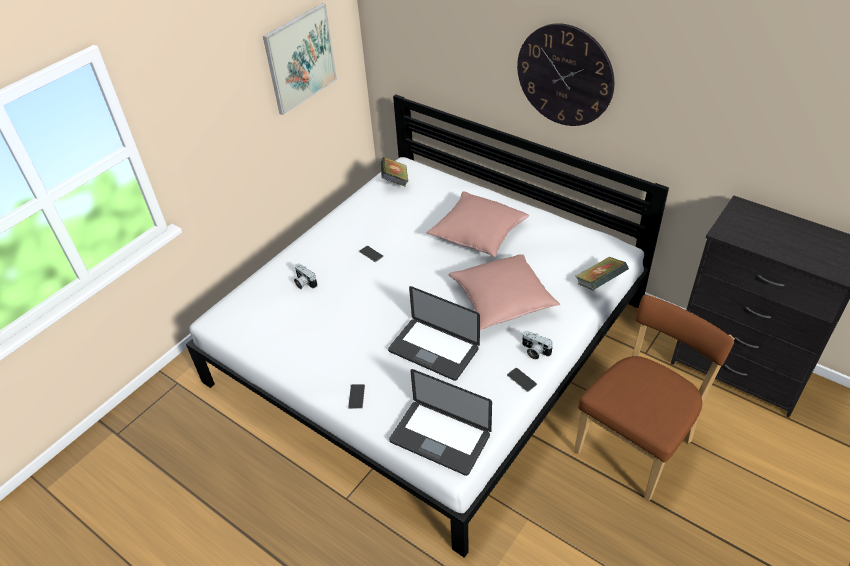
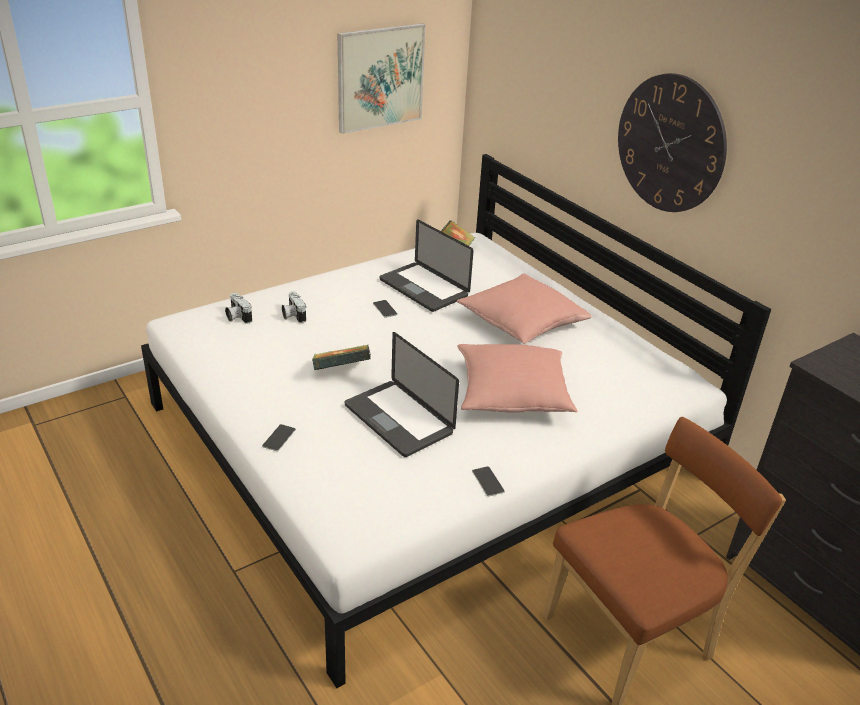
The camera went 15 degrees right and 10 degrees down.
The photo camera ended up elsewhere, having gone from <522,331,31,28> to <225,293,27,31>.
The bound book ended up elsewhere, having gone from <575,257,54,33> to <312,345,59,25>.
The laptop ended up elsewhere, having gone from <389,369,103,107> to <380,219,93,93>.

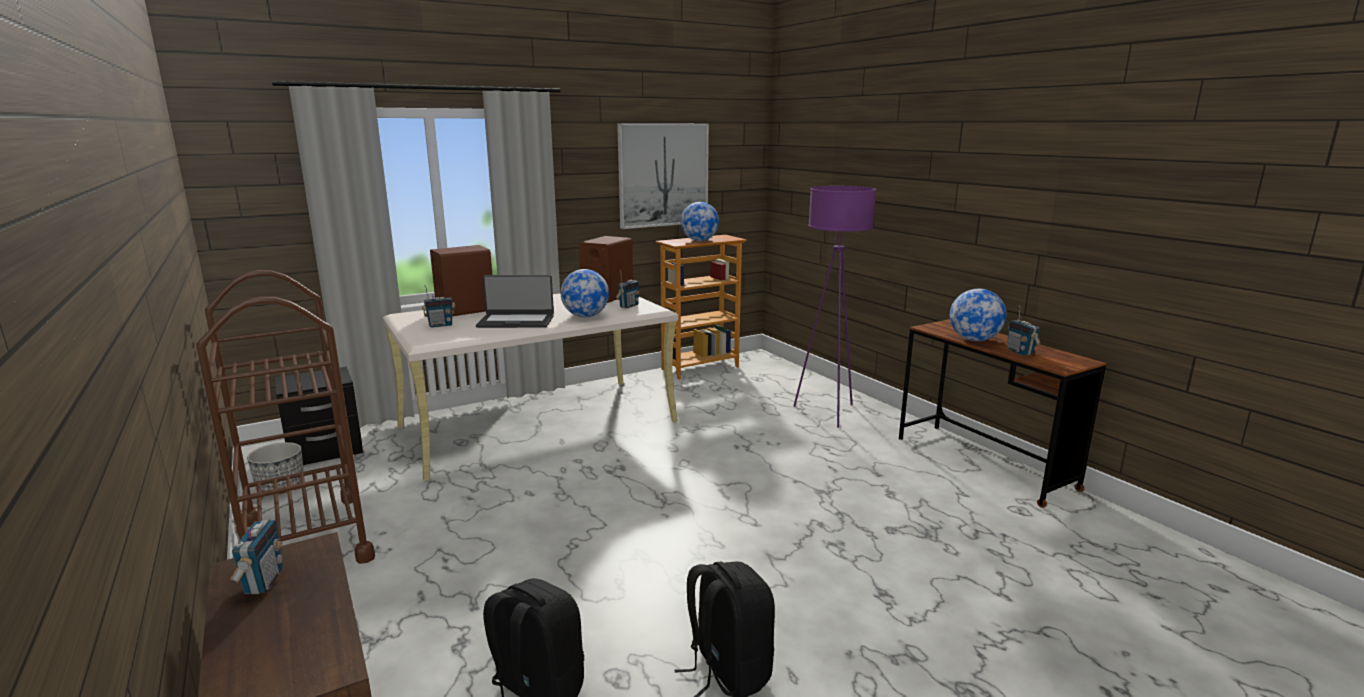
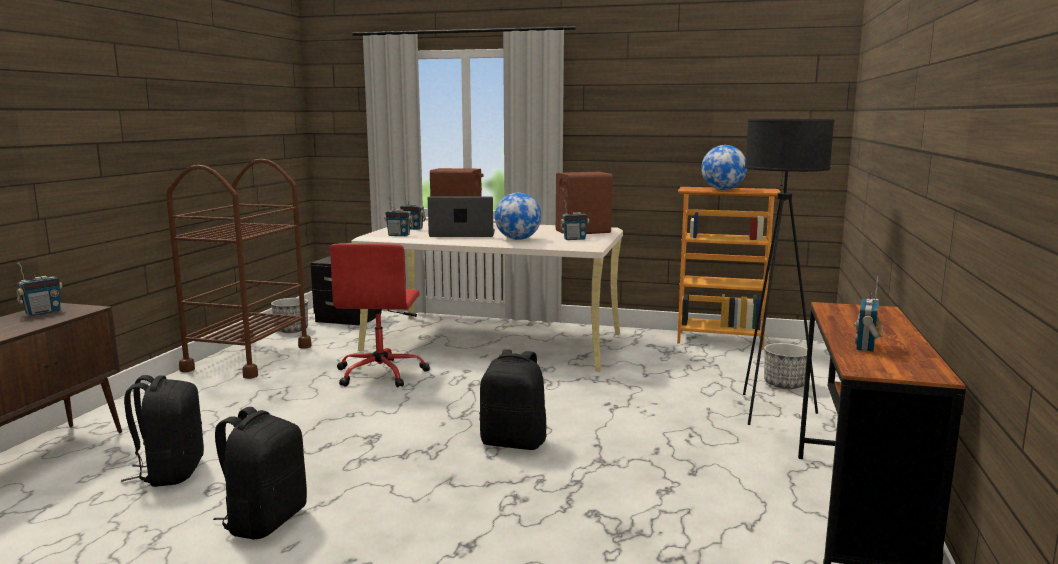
The camera went 45 degrees right and 5 degrees down.
The second view gained the office chair (reddish) at <329,243,101,145>.
The second view gained the radio at <384,198,29,38>.
The laptop at <476,275,78,53> ended up facing another way, 135 degrees clockwise from before.
The second view gained the rucksack (blackish) at <479,349,68,101>.
What was the standard lamp (purplish) at <794,186,82,242> turned into the standard lamp (blackish) at <743,119,92,306>.
The second view gained the planter at <764,343,43,46>.
The second view lost the picture at <617,123,92,106>.
The second view lost the globe at <950,289,56,52>.

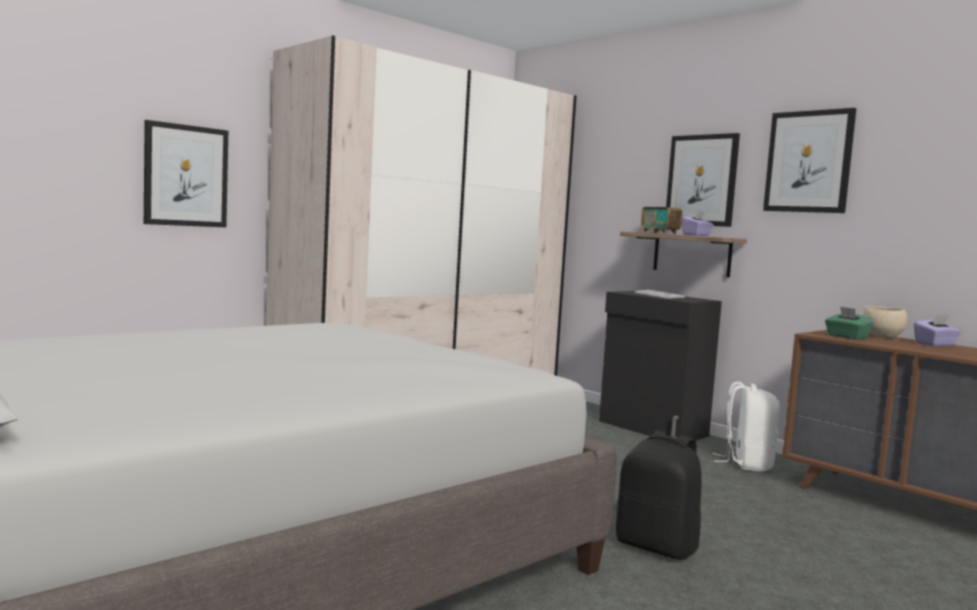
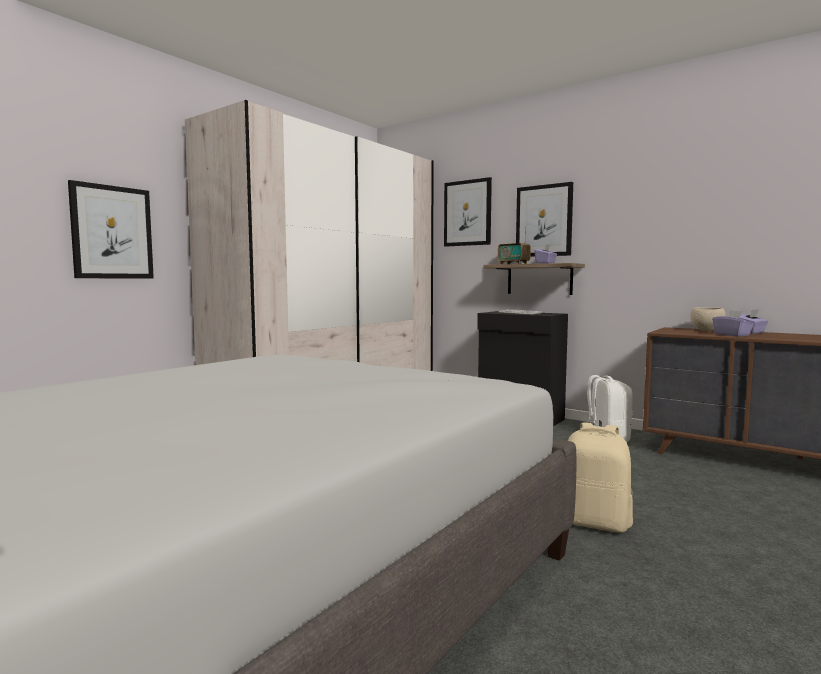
The camera went 10 degrees left and 0 degrees up.
The picture ended up elsewhere, having gone from <763,108,93,105> to <444,177,48,70>.
What was the rucksack (blackish) at <616,430,85,130> turned into the rucksack (sand-coloured) at <568,422,65,111>.
The second view gained the tissue holder (purplish) at <712,310,42,26>.
The second view lost the tissue holder (green-coloured) at <825,306,49,34>.

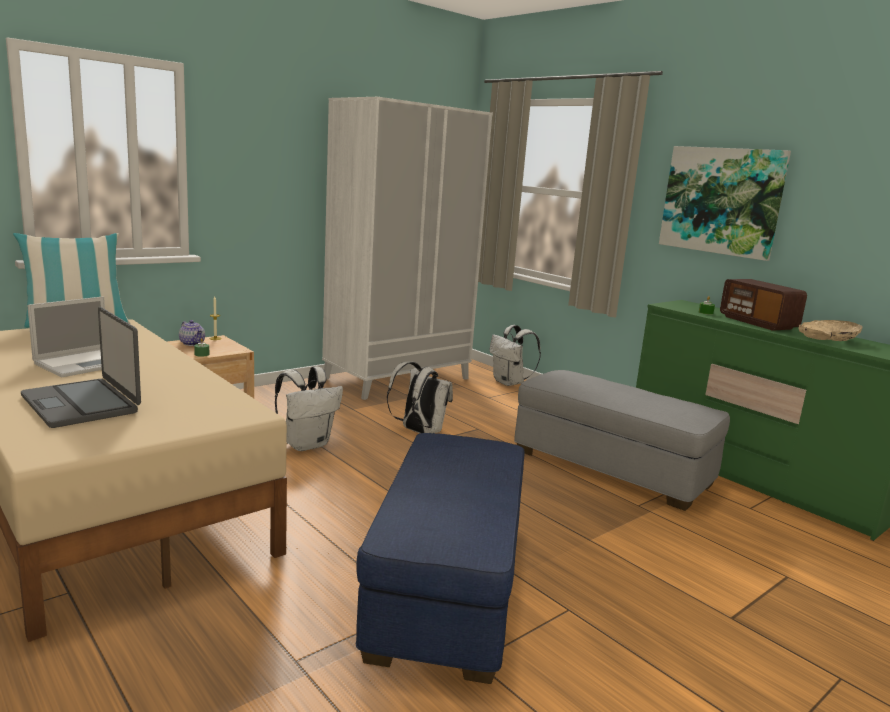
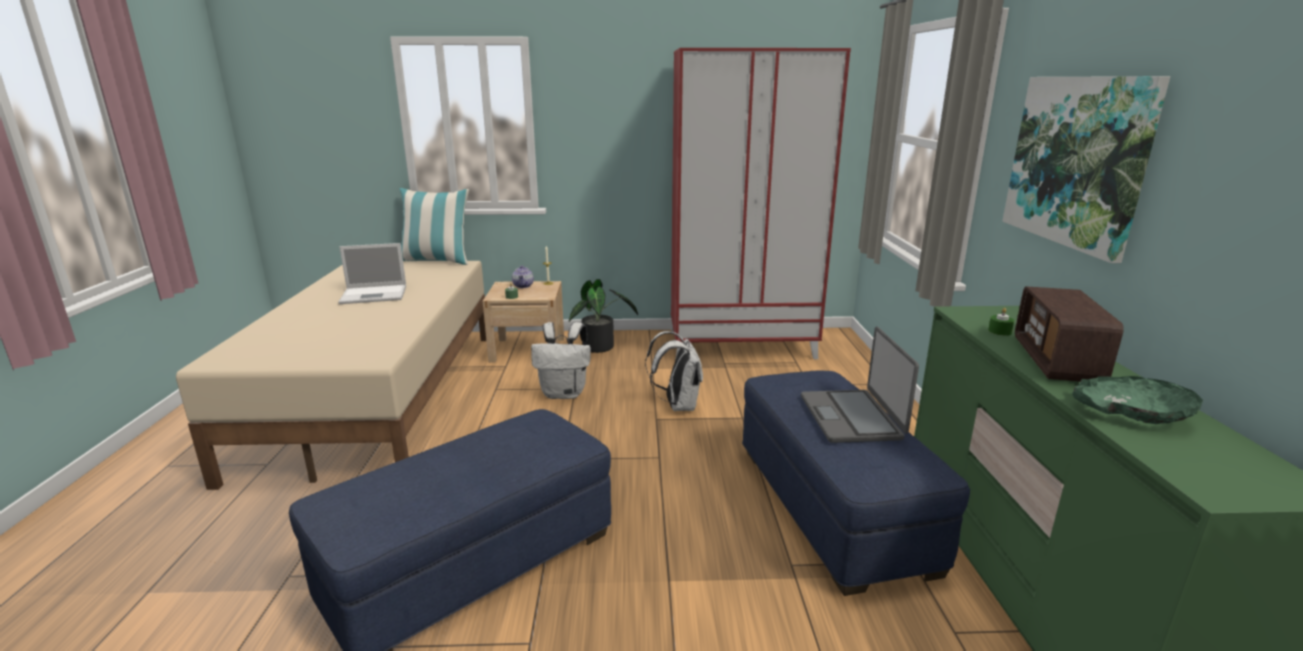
The camera went 40 degrees right and 5 degrees up.
The second view gained the houseplant at <569,279,69,74>.
What was the clothes cupboard (white) at <322,97,171,303> turned into the clothes cupboard (reddish) at <671,48,180,311>.
What was the pouffe (greyish) at <514,370,216,141> turned into the pouffe (blue) at <742,371,228,225>.
The laptop ended up elsewhere, having gone from <21,307,120,121> to <801,327,118,116>.
What was the deep dish (sand-coloured) at <798,320,65,21> turned into the deep dish (green-coloured) at <1072,376,131,48>.
The second view lost the rucksack (white) at <490,325,51,61>.

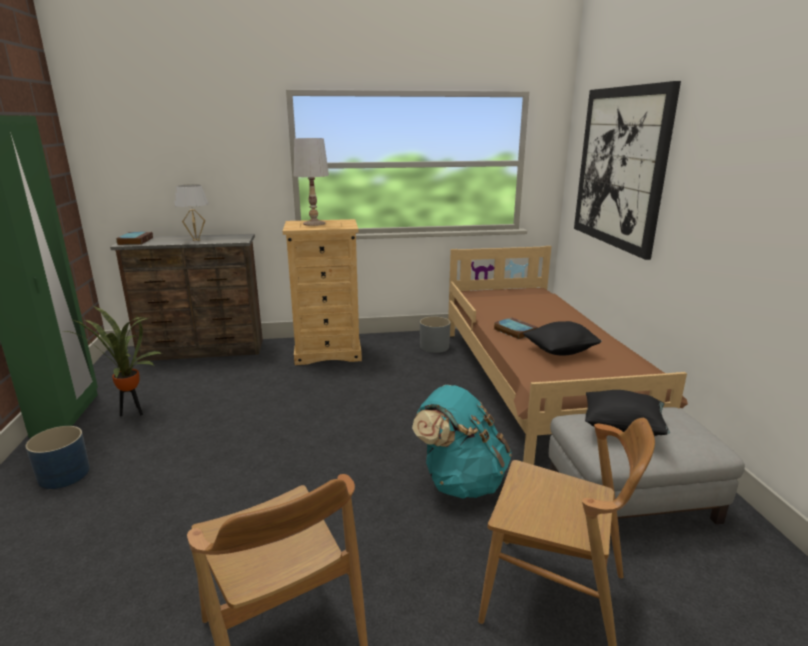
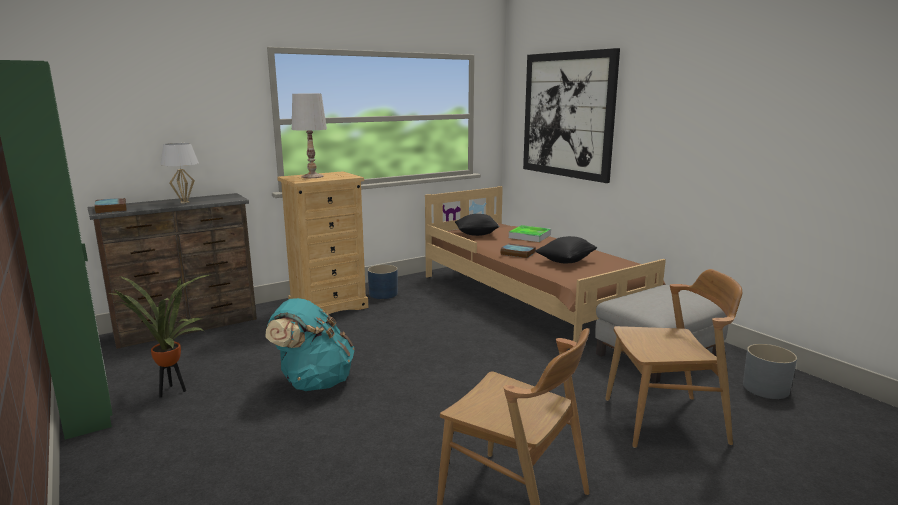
The camera went 25 degrees left and 5 degrees down.
The rucksack (blue-green) ended up elsewhere, having gone from <412,385,100,114> to <265,298,90,93>.
The planter (blue) ended up elsewhere, having gone from <25,426,65,63> to <368,265,30,34>.
The cushion (blackish) ended up elsewhere, having gone from <585,390,85,46> to <455,214,44,22>.
The second view gained the tray at <509,225,42,17>.
The planter (greyish) ended up elsewhere, having gone from <420,316,31,37> to <743,344,54,55>.

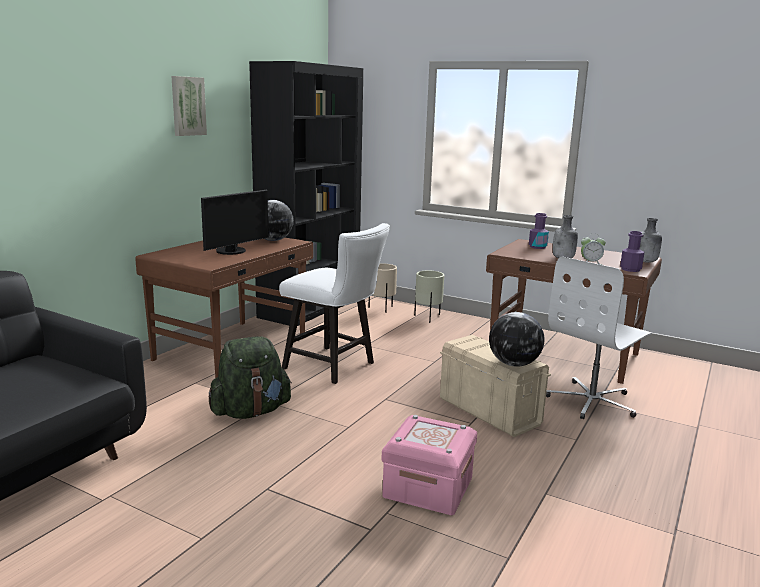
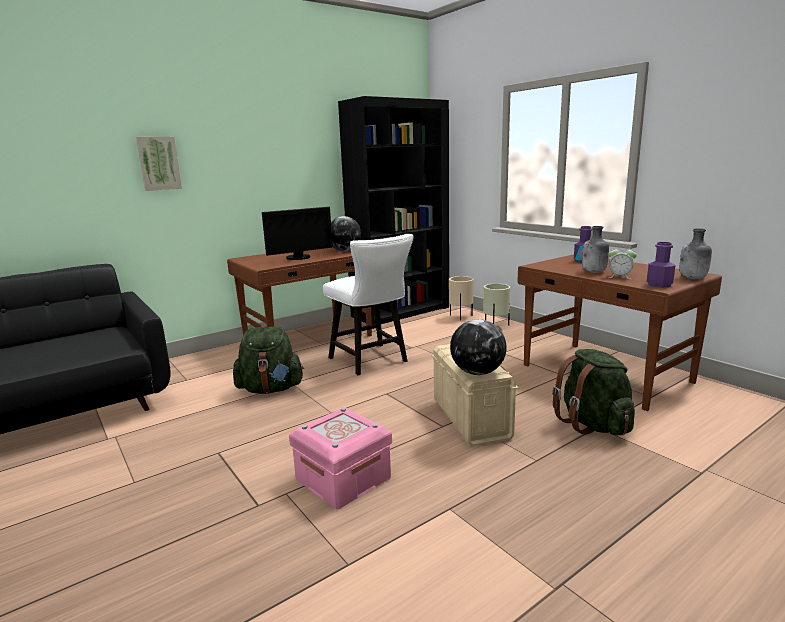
The camera went 25 degrees right and 0 degrees up.
The picture ended up elsewhere, having gone from <171,76,36,60> to <136,136,46,55>.
Where the office chair (white) stood at <546,256,106,163>, the rucksack (green-coloured) came to stand at <552,349,83,87>.

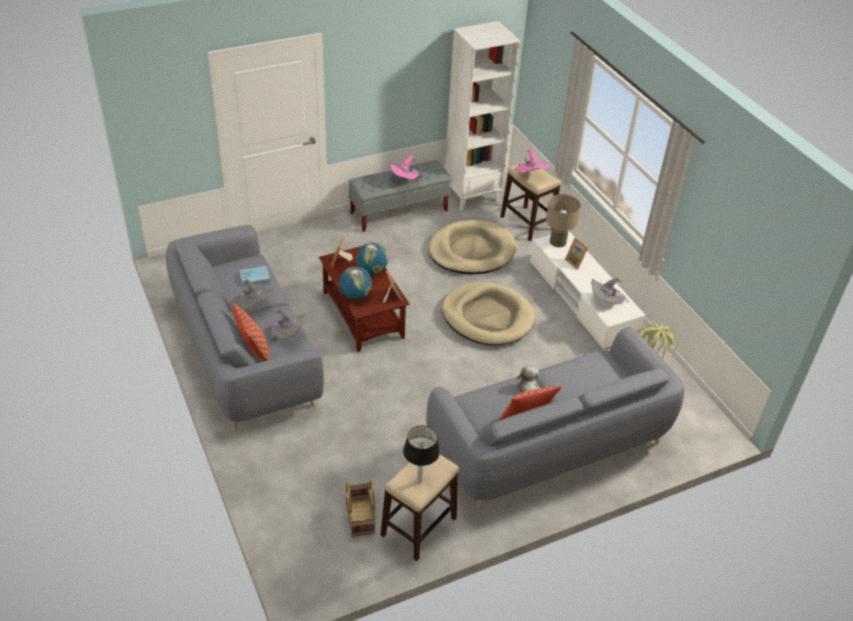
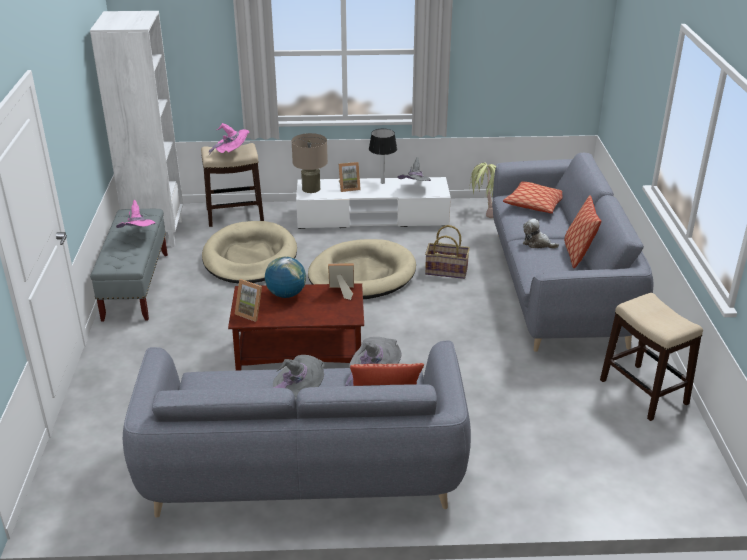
The camera went 65 degrees left and 10 degrees down.
The lamp for a table ended up elsewhere, having gone from <403,426,37,57> to <369,129,28,55>.
The storage basket ended up elsewhere, having gone from <345,480,31,57> to <425,225,45,54>.
The second view gained the cushion at <503,181,60,32>.
The second view lost the bound book (blue) at <240,266,30,20>.
The second view lost the globe at <339,267,33,32>.

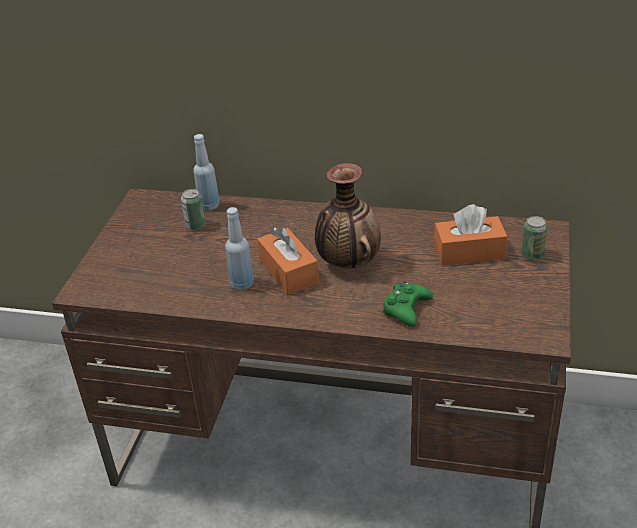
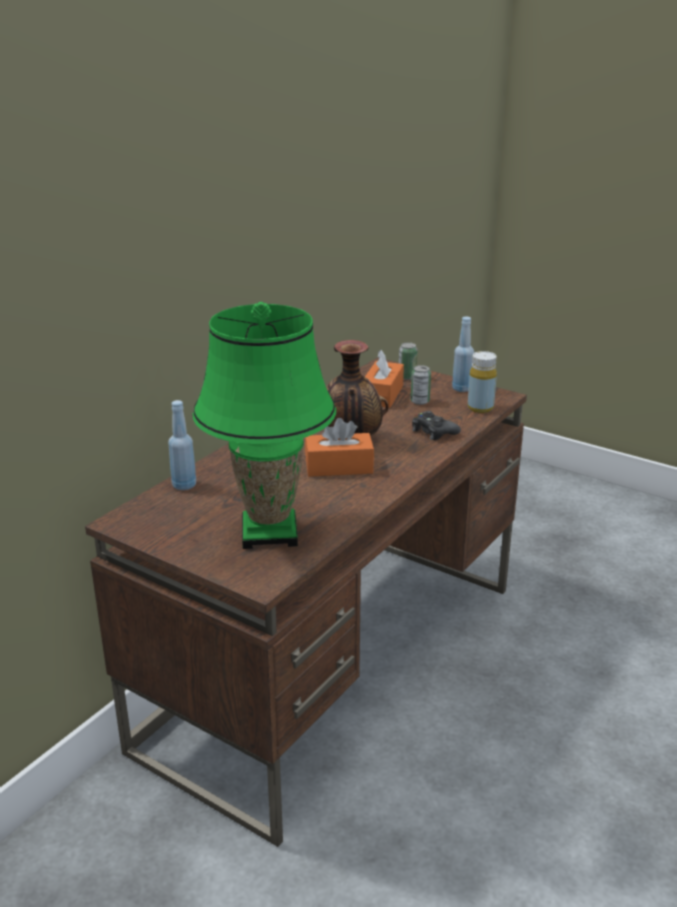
The camera went 70 degrees left and 10 degrees down.
The second view gained the lamp for a table (green-coloured) at <193,302,143,247>.
The can ended up elsewhere, having gone from <181,189,25,41> to <411,365,20,40>.
What was the gamepad (green-coloured) at <383,282,50,45> turned into the gamepad (blackish) at <412,411,49,29>.
The beverage bottle (blue) ended up elsewhere, having gone from <225,207,29,83> to <452,316,22,76>.
The second view gained the beverage bottle (yellowish) at <468,351,29,62>.

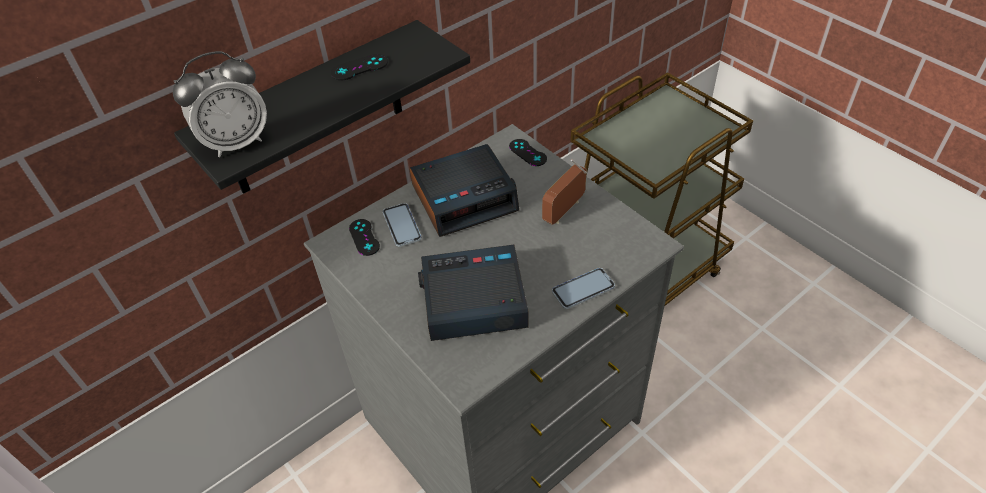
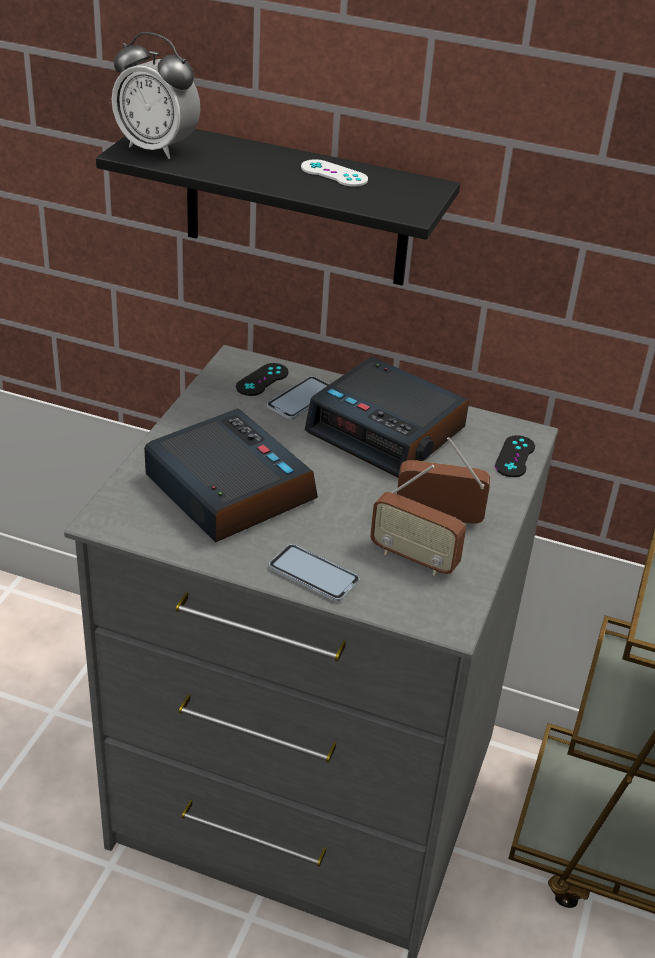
The camera went 55 degrees right and 10 degrees down.
What was the gamepad (blackish) at <331,54,57,26> turned into the gamepad (white) at <301,159,67,28>.
The second view gained the radio at <370,465,96,111>.

